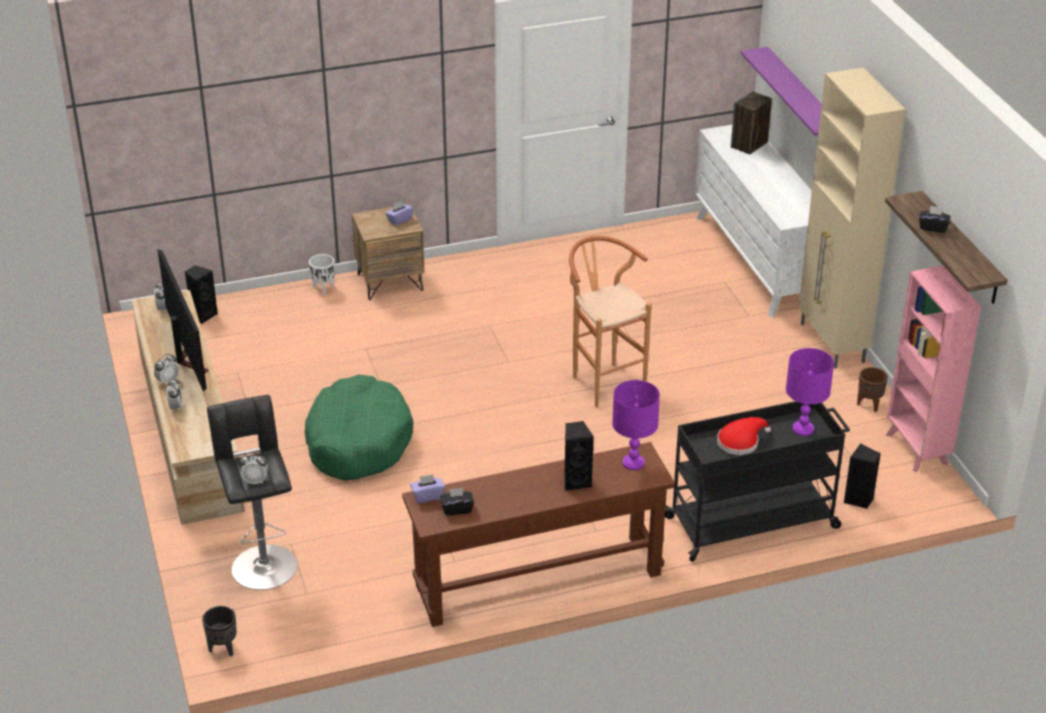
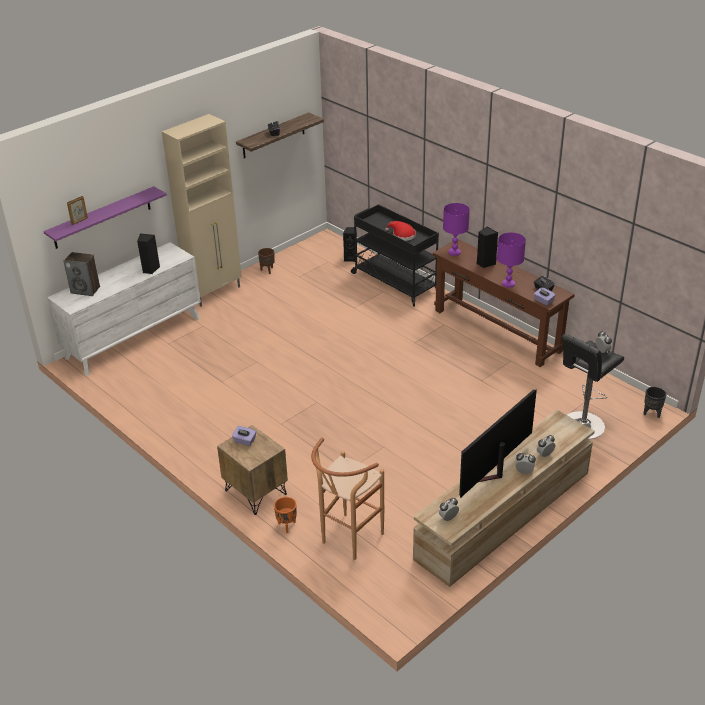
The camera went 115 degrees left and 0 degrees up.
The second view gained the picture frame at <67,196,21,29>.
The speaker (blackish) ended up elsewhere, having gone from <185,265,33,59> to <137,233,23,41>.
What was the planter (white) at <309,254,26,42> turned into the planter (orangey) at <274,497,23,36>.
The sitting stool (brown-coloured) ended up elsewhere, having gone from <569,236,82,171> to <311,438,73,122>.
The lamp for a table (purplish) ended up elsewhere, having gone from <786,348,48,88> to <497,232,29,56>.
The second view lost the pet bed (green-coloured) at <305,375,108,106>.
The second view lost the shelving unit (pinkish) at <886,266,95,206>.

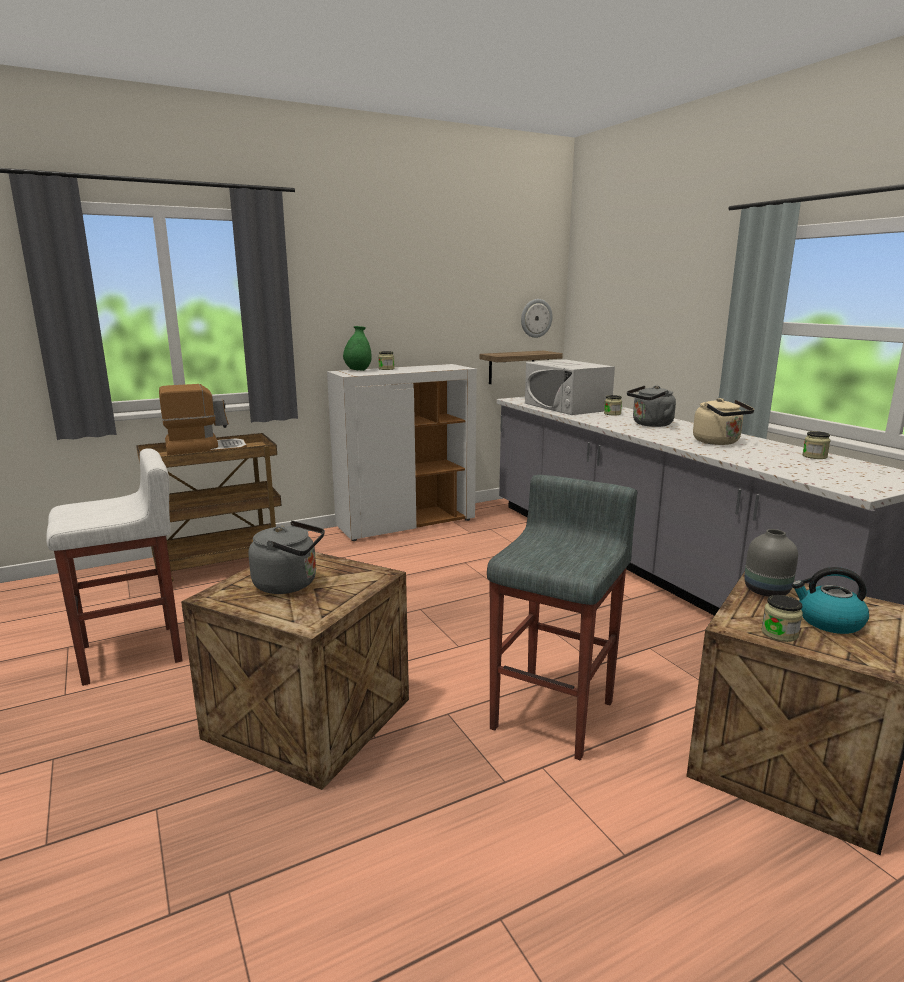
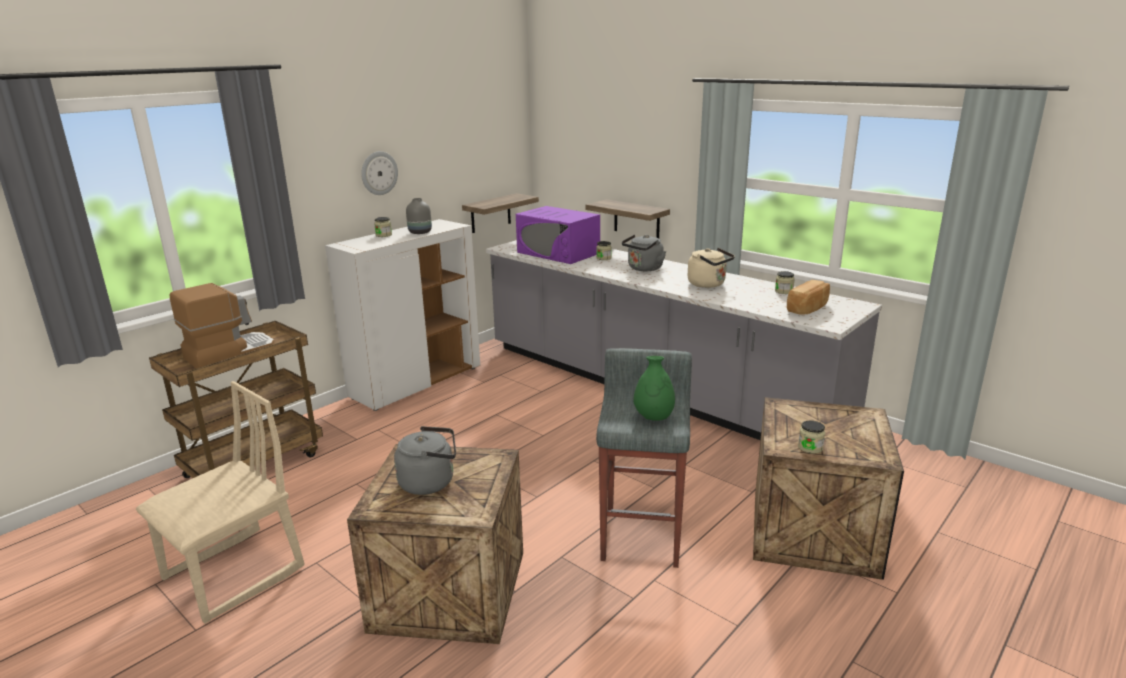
The camera went 20 degrees left and 5 degrees up.
Where the sitting stool (white) stood at <46,448,137,238>, the plain chair (sand-coloured) came to stand at <136,381,169,243>.
The clock on the wall ended up elsewhere, having gone from <521,299,32,39> to <361,151,37,44>.
The vase (greyish) ended up elsewhere, having gone from <744,529,54,68> to <406,198,26,36>.
What was the kitchen microwave (white) at <525,359,90,56> turned into the kitchen microwave (purplish) at <516,206,84,58>.
The second view gained the wall shelf at <585,199,85,39>.
The vase (green-coloured) ended up elsewhere, having gone from <343,326,29,45> to <633,356,42,65>.
The second view gained the bread at <787,280,43,35>.
The second view lost the tea kettle at <792,567,77,67>.

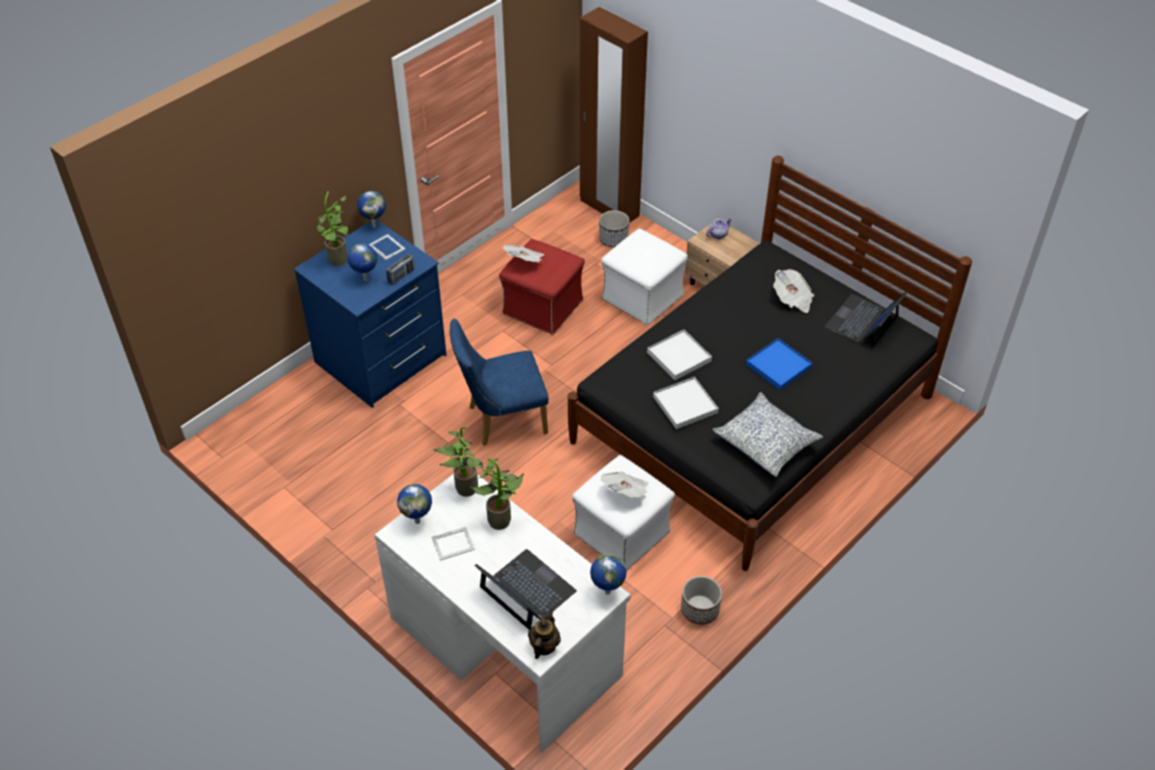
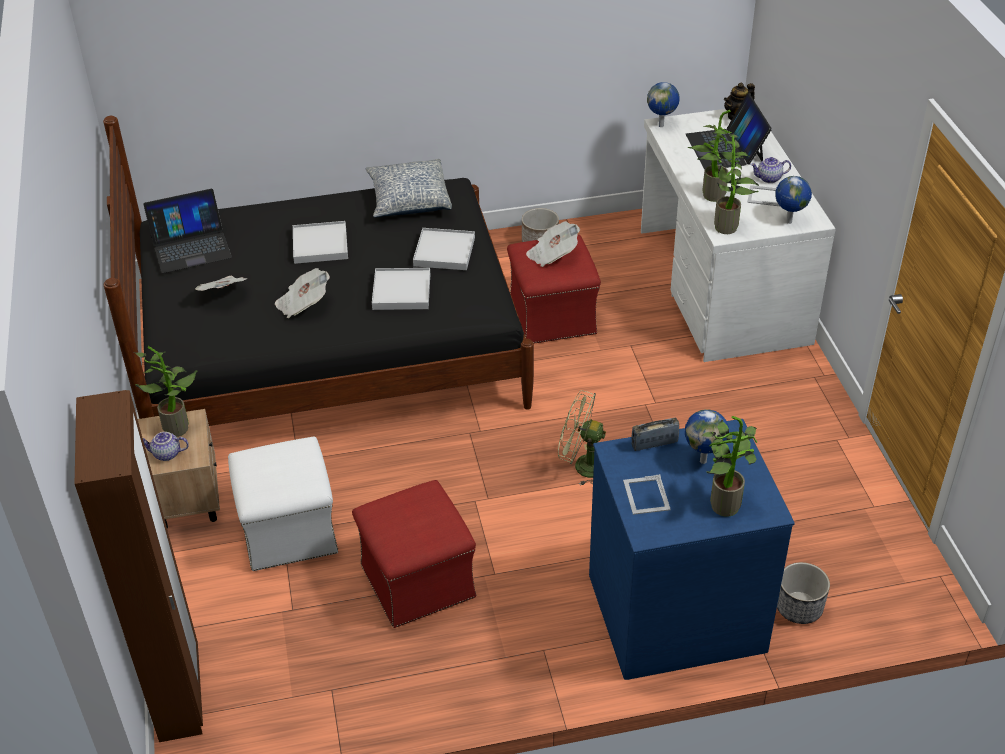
The camera went 145 degrees left and 5 degrees down.
The second view gained the houseplant at <134,346,64,91>.
The newspaper ended up elsewhere, having gone from <503,245,41,18> to <275,268,55,50>.
What was the tray (blue) at <746,338,66,52> turned into the tray (white) at <293,221,55,43>.
What was the pouffe (white) at <572,455,103,116> turned into the pouffe (reddish) at <507,235,94,109>.
Where the plain chair (blue) stood at <449,319,100,127>, the electric fan (green-coloured) came to stand at <558,390,48,96>.
The second view gained the teapot at <751,157,40,26>.
The planter ended up elsewhere, having gone from <599,210,30,37> to <777,562,53,62>.
The second view lost the globe at <357,191,29,37>.

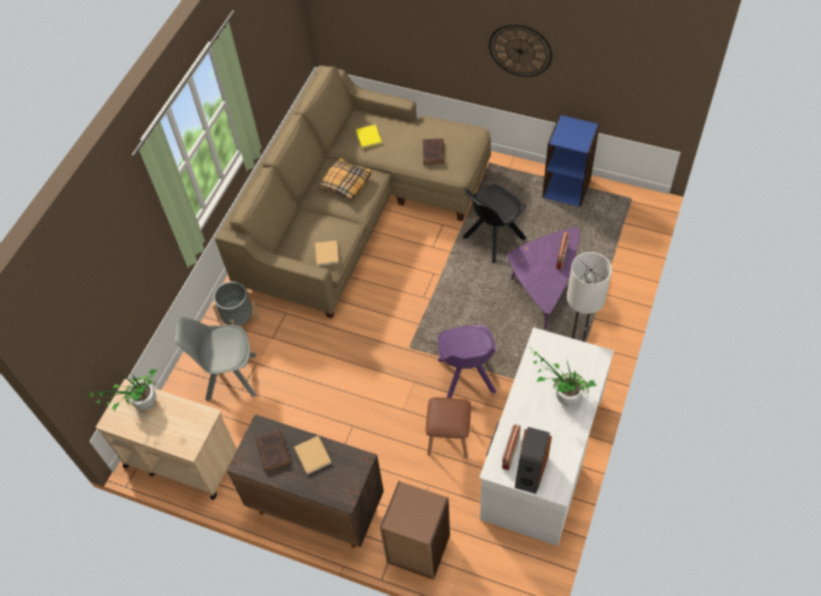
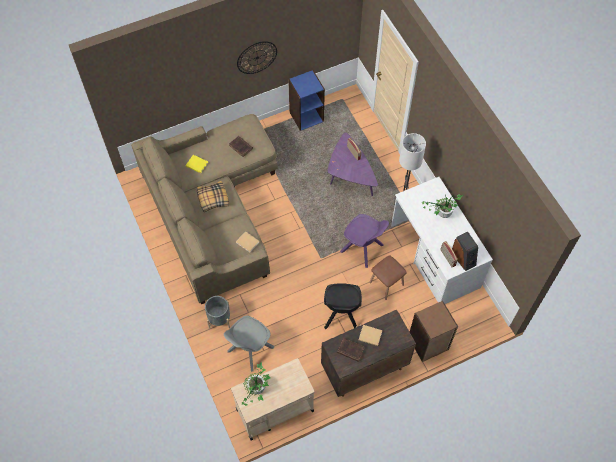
The camera went 50 degrees left and 5 degrees up.
The plain chair (blackish) ended up elsewhere, having gone from <463,184,63,79> to <324,283,38,46>.

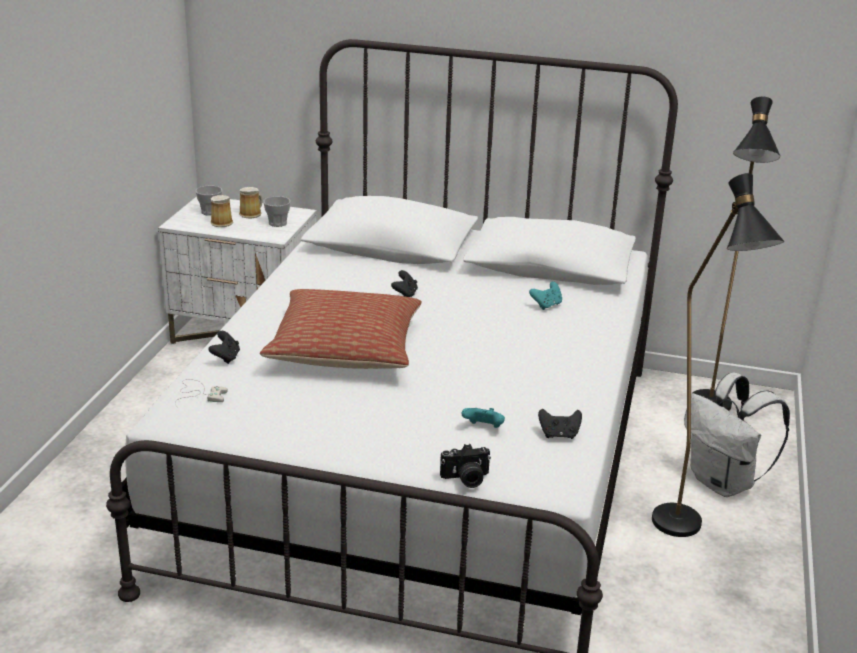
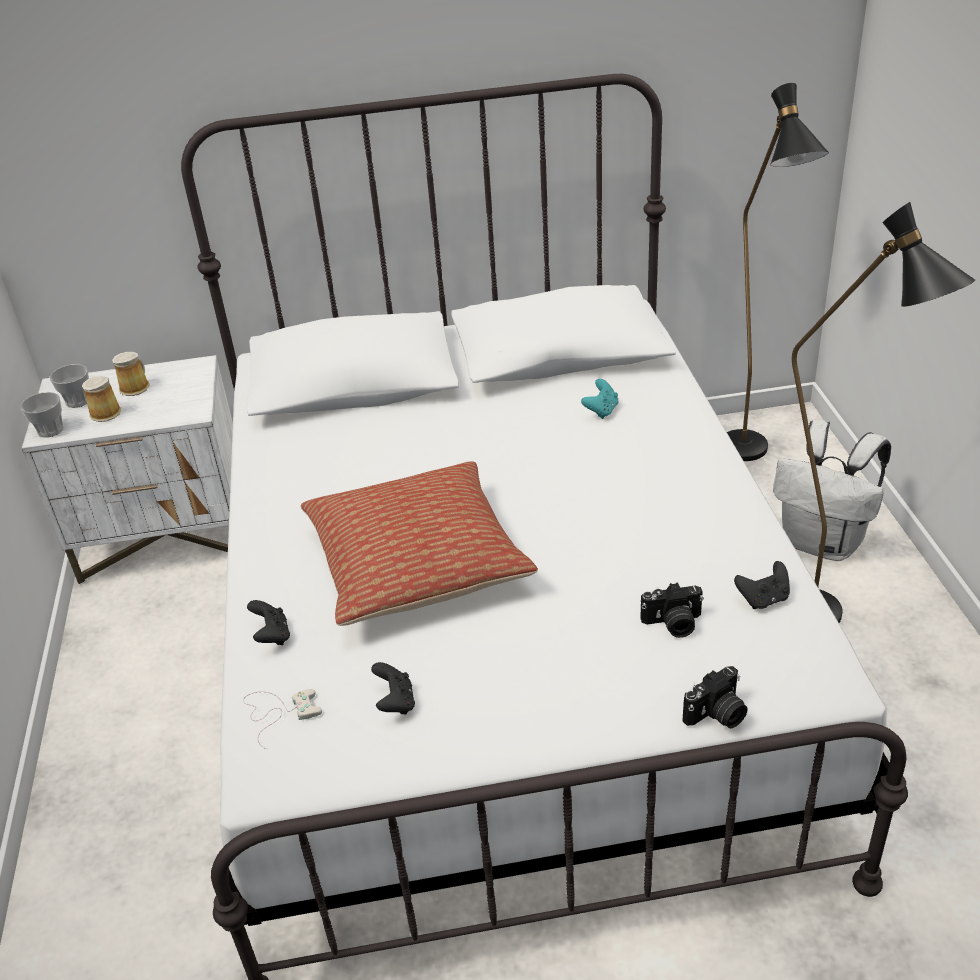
The camera went 20 degrees left and 10 degrees up.
The small cup ended up elsewhere, having gone from <263,196,28,31> to <20,392,44,46>.
The gamepad (blackish) ended up elsewhere, having gone from <391,270,27,27> to <371,662,44,53>.
Where the gamepad (blue-green) stood at <461,408,44,20>, the photo camera came to stand at <640,582,64,56>.

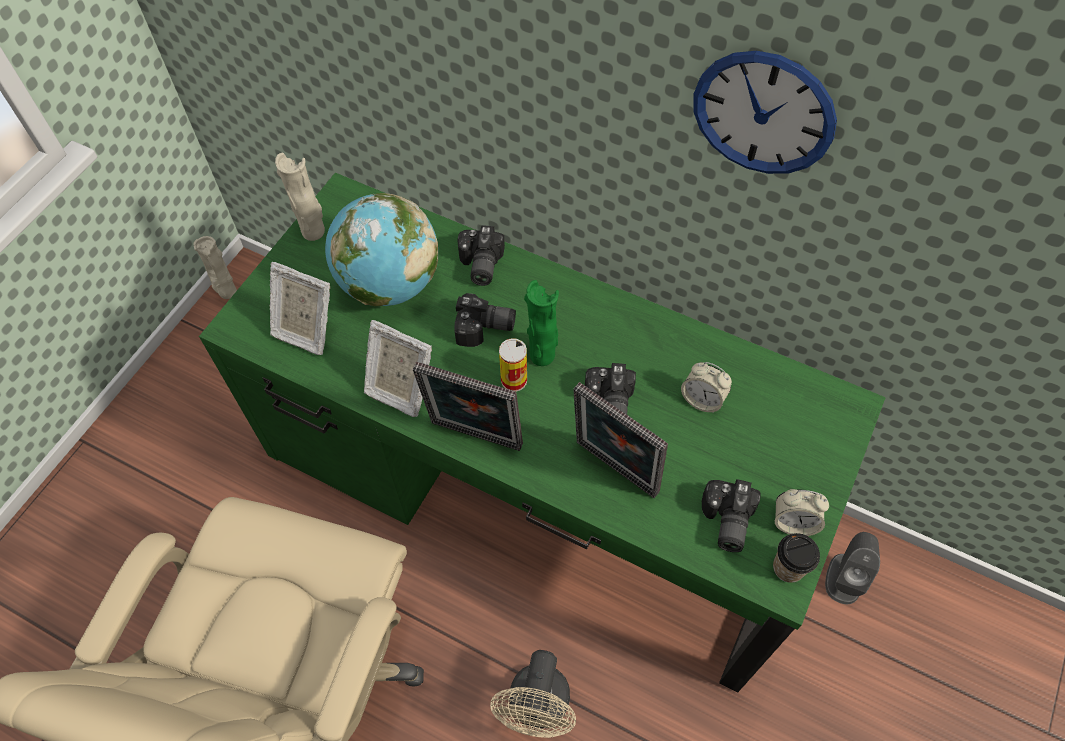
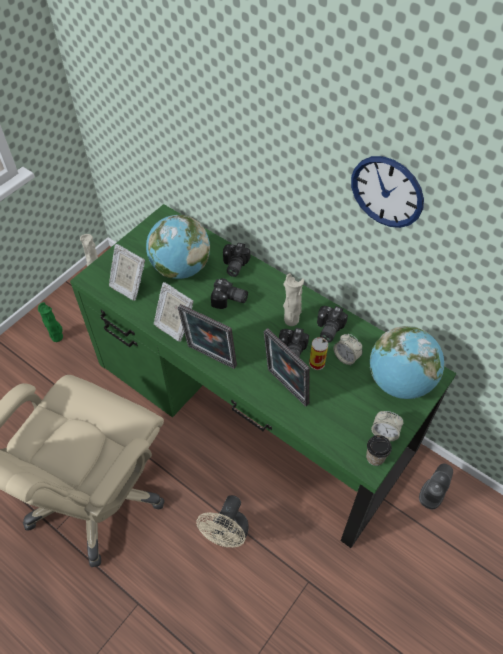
The camera went 10 degrees right and 5 degrees down.
The vase (green-coloured) ended up elsewhere, having gone from <524,280,35,86> to <38,302,25,40>.
The vase (sand-coloured) ended up elsewhere, having gone from <275,153,50,88> to <283,273,21,53>.
The can ended up elsewhere, having gone from <499,338,28,54> to <309,337,19,33>.
The photo camera ended up elsewhere, having gone from <702,479,59,73> to <317,306,31,37>.
The second view gained the globe at <370,326,74,73>.

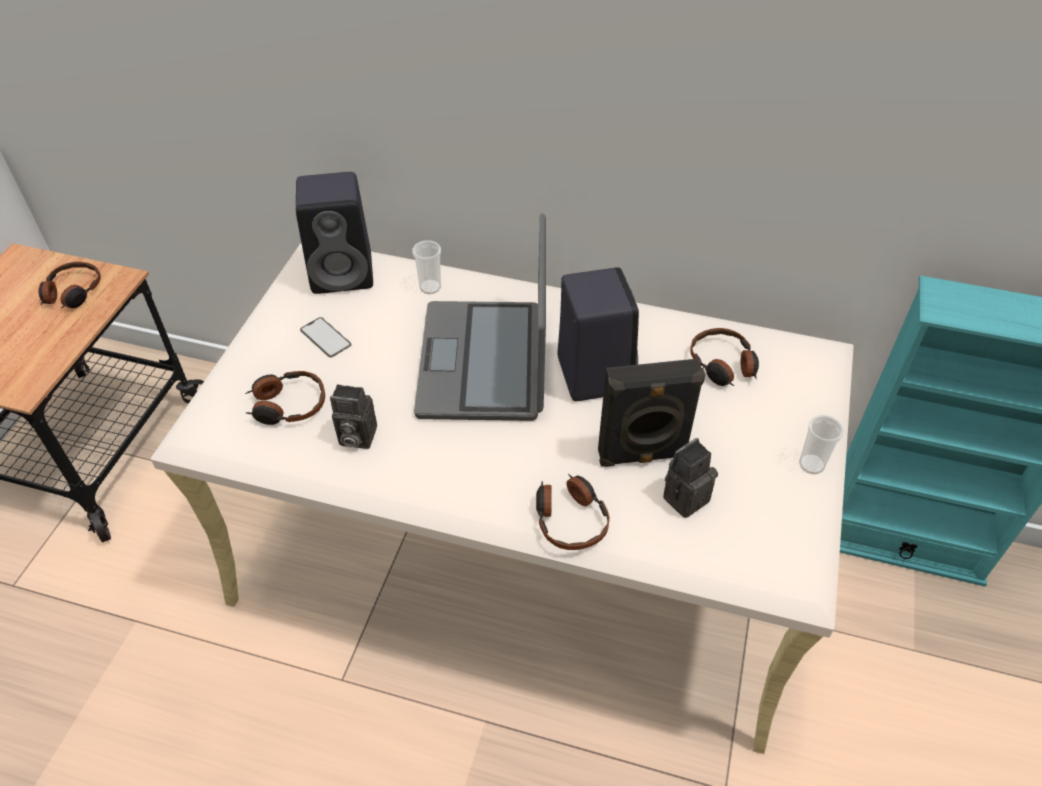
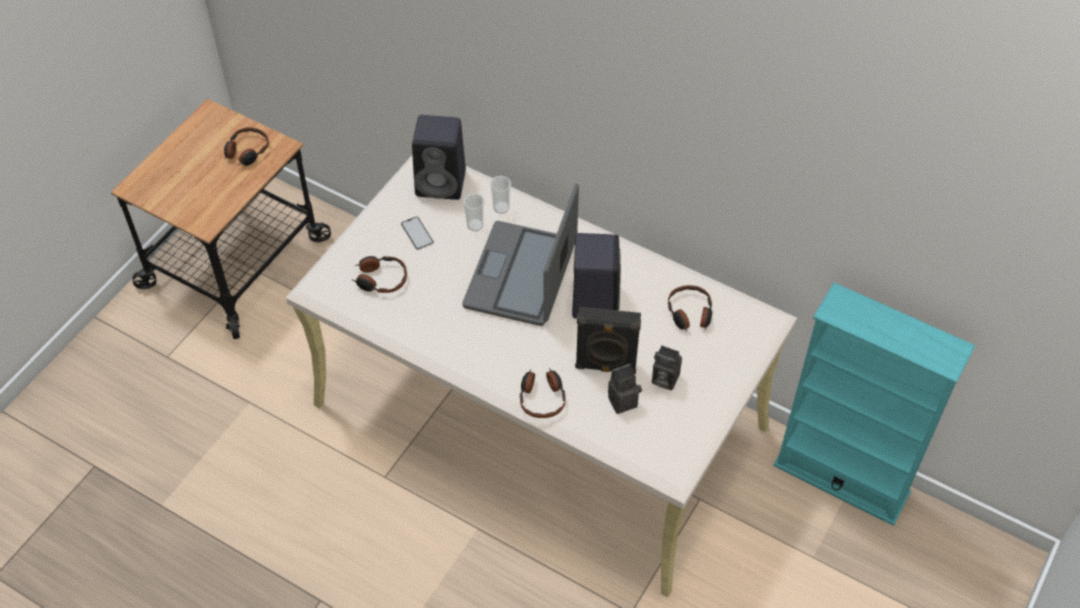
The camera went 15 degrees right and 5 degrees up.
The small cup ended up elsewhere, having gone from <799,415,45,59> to <463,193,21,38>.
The photo camera ended up elsewhere, having gone from <330,384,47,65> to <652,345,30,45>.

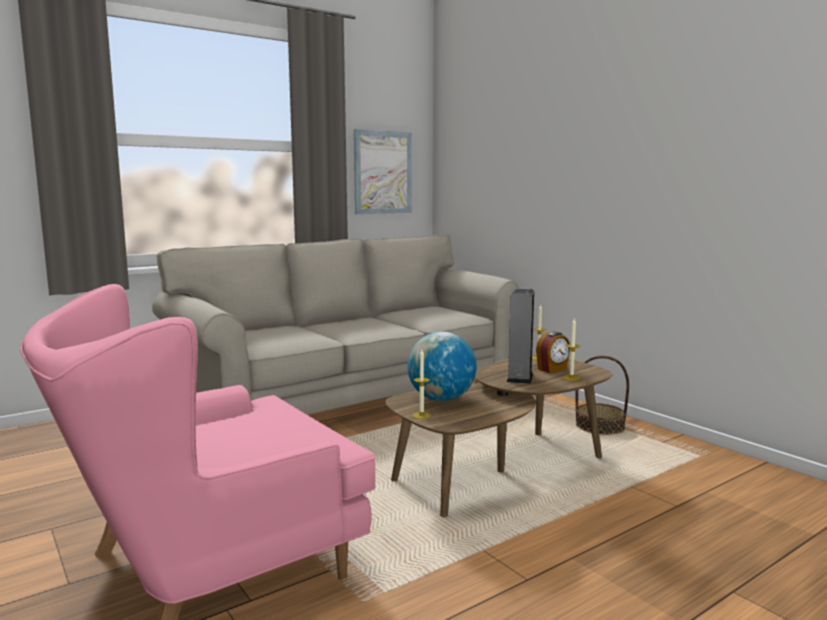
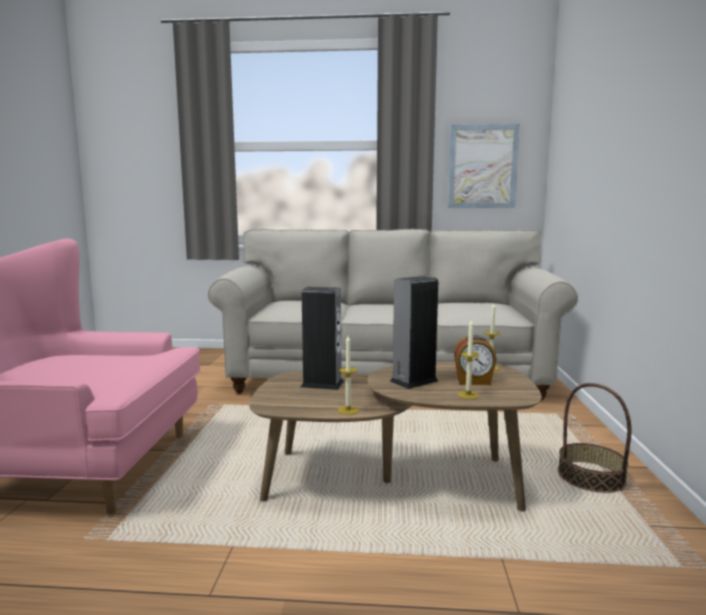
The camera went 40 degrees right and 0 degrees up.
Where the globe stood at <407,332,69,69>, the speaker came to stand at <301,287,43,103>.
The candle ended up elsewhere, having gone from <413,350,18,69> to <338,336,20,79>.

